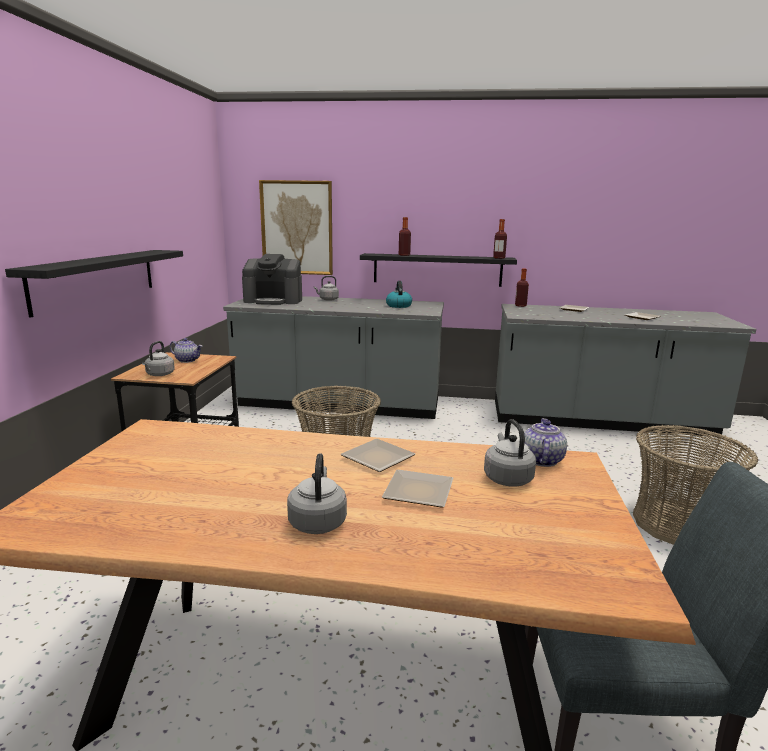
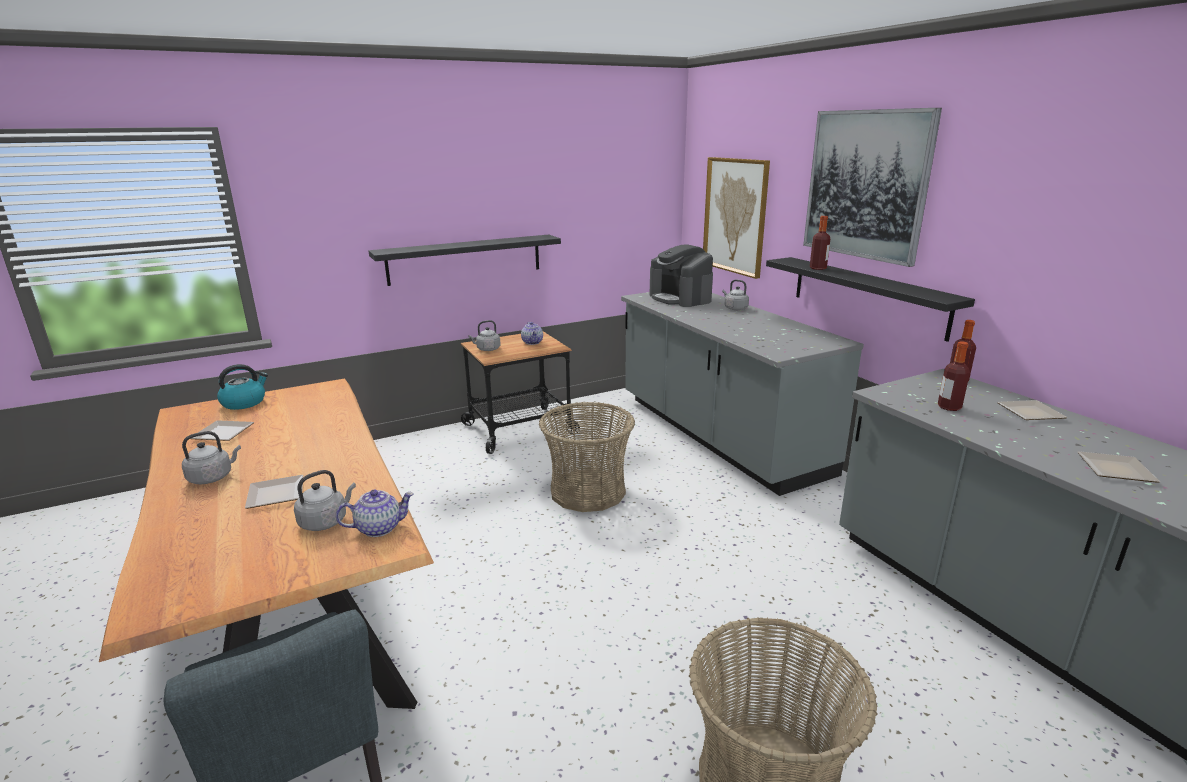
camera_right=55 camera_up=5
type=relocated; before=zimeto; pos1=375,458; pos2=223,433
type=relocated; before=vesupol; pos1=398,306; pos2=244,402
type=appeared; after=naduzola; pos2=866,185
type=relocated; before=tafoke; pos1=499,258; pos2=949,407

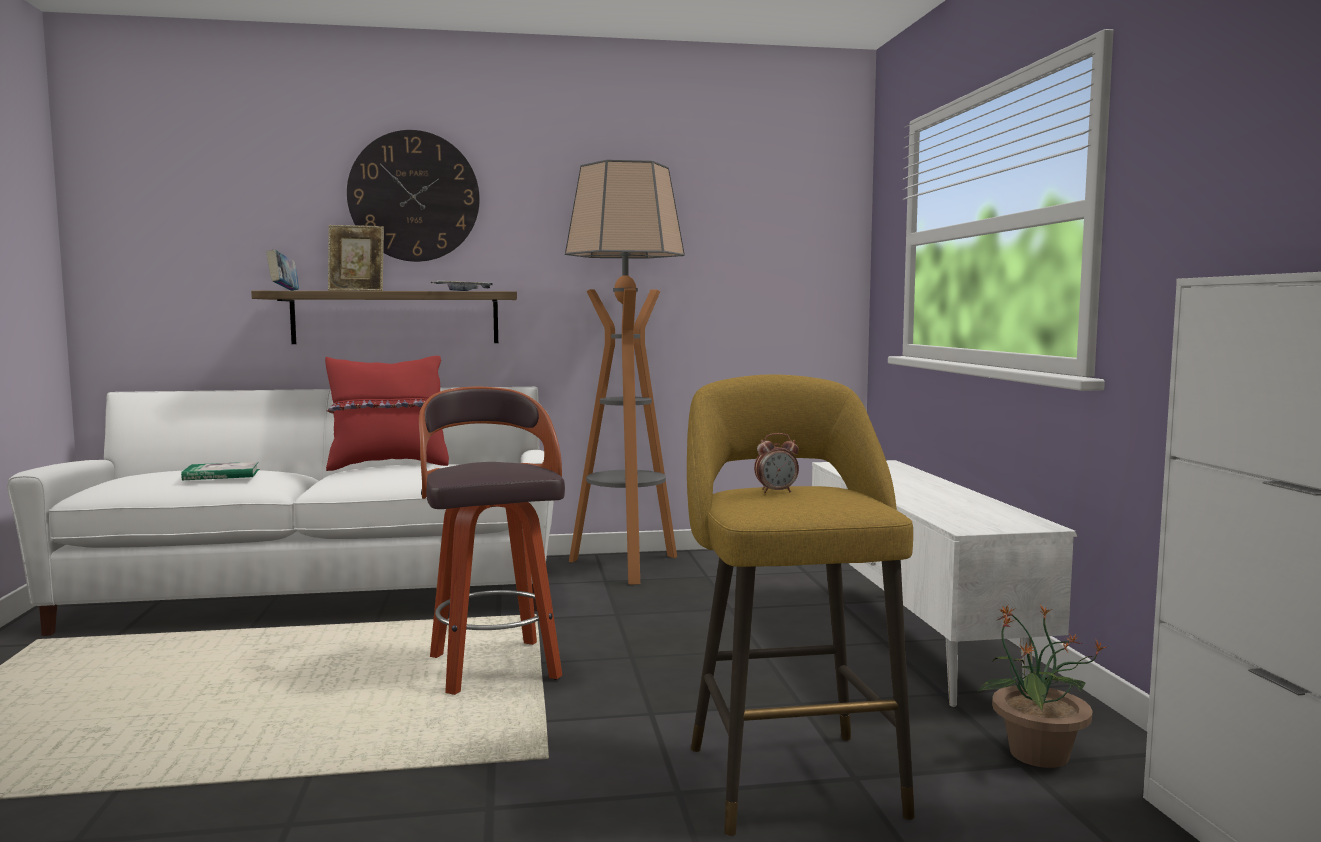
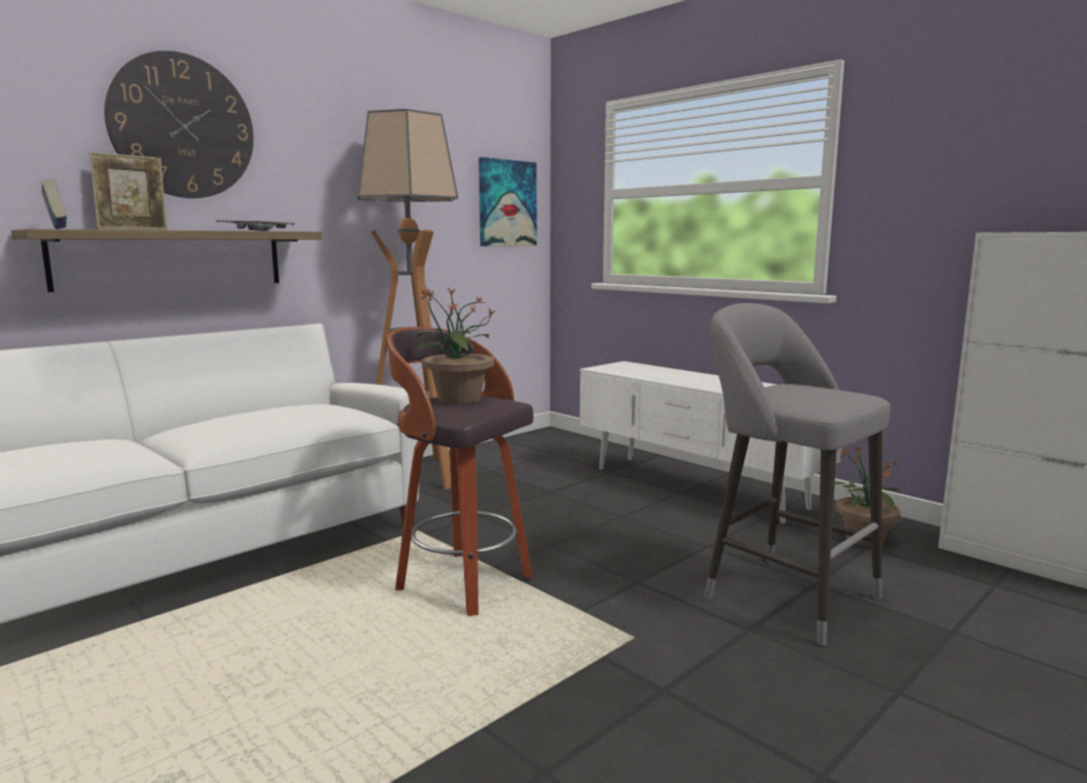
camera_right=-35 camera_up=5
type=appeared; after=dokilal; pos2=458,399
type=appeared; after=naduzola; pos2=506,203
type=colour; before=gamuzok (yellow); after=gamuzok (grey); pos1=790,774; pos2=782,593
type=missing; before=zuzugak; pos1=221,474
type=missing; before=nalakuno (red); pos1=389,465
type=missing; before=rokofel; pos1=776,491

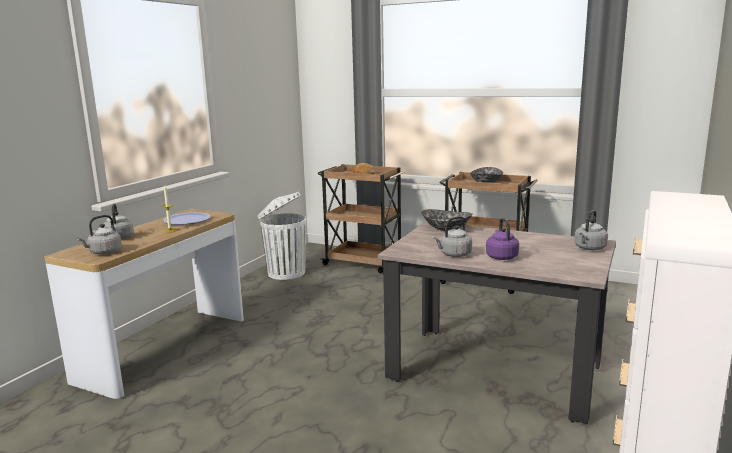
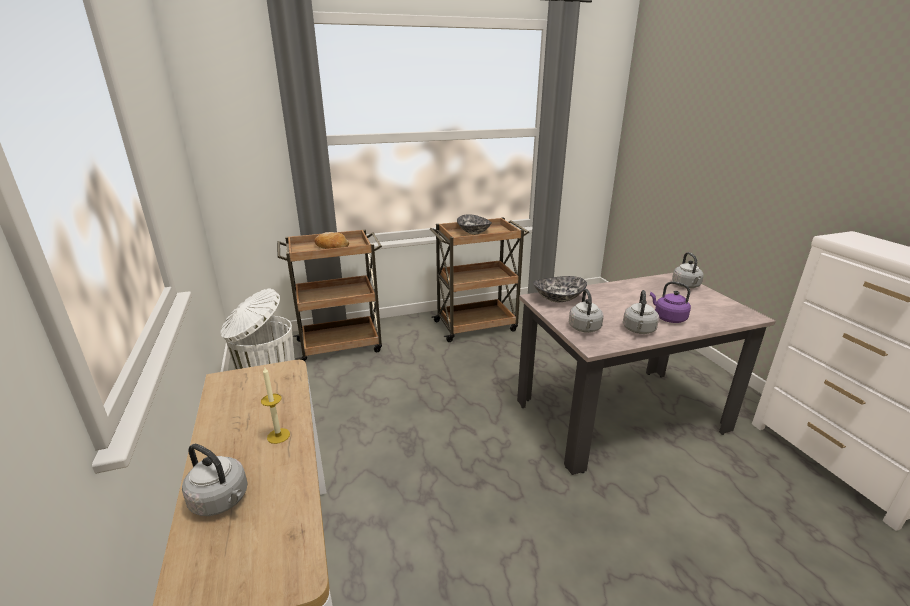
camera_right=-45 camera_up=10
type=relocated; before=vesupol (grey); pos1=104,252; pos2=585,329
type=missing; before=zimeto; pos1=187,220

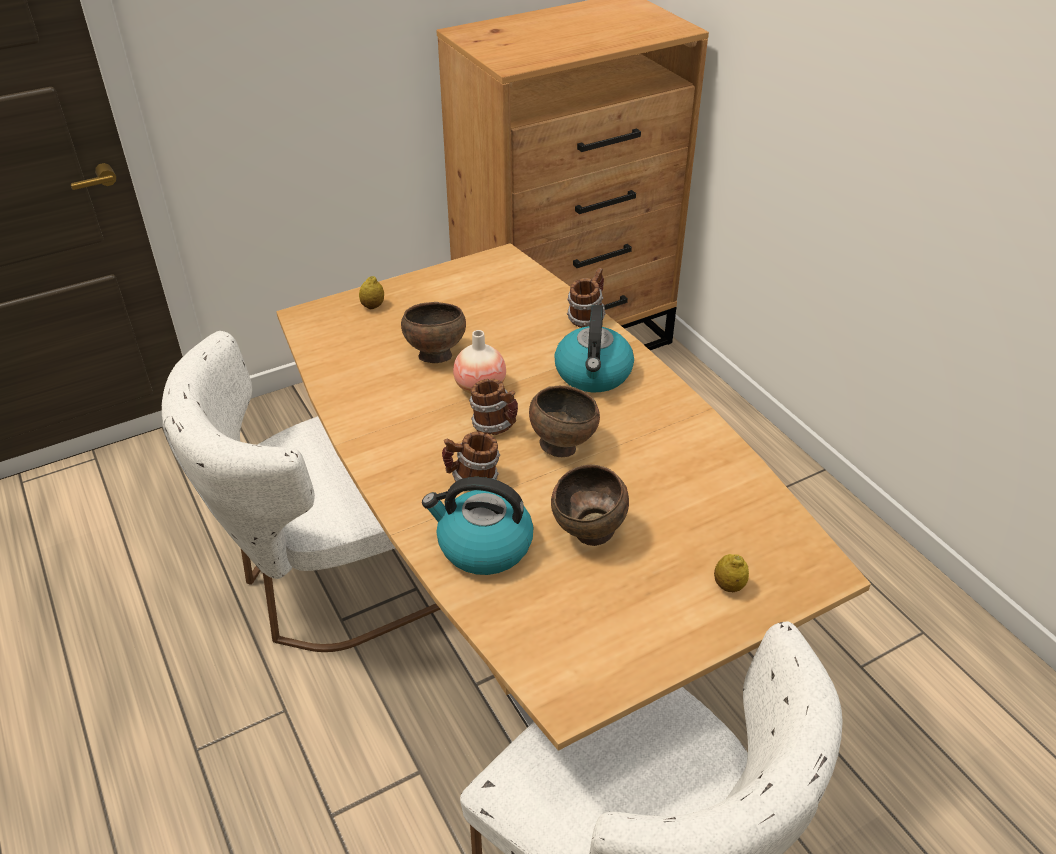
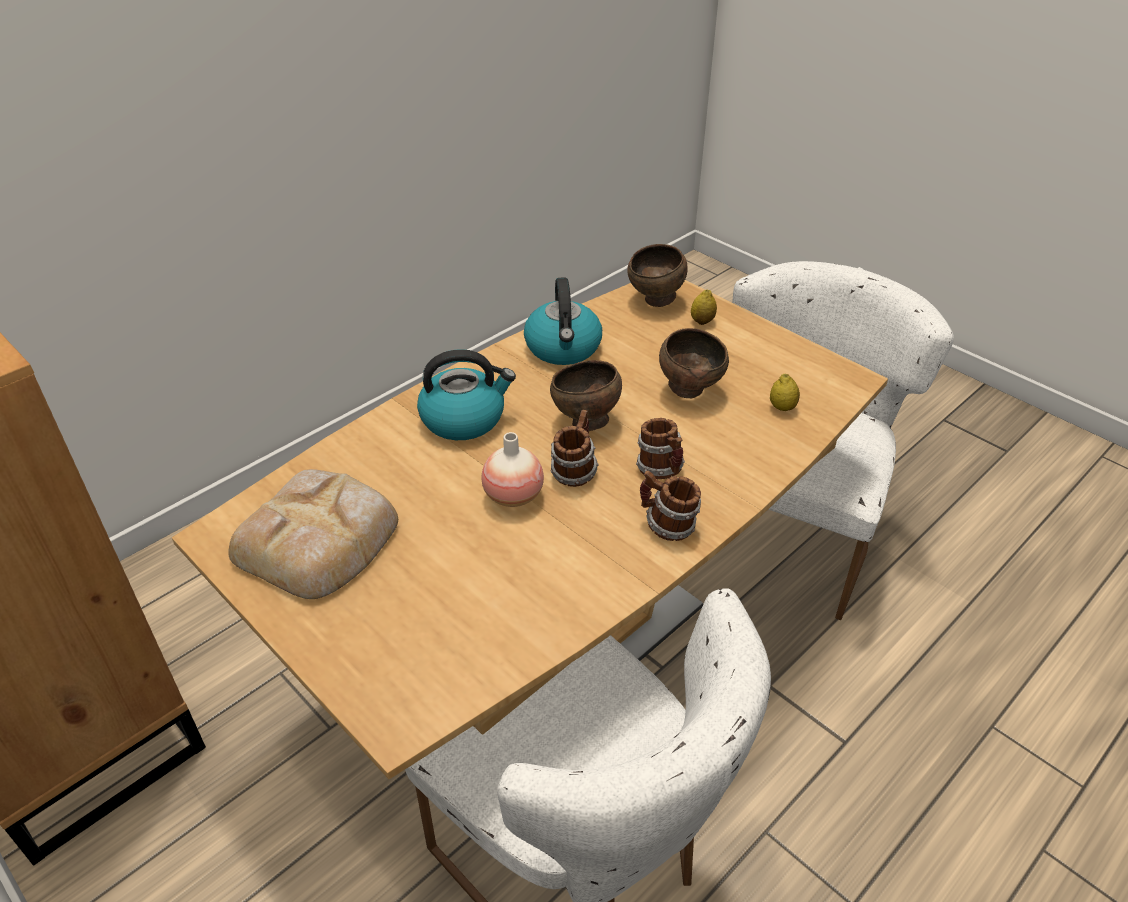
camera_right=-105 camera_up=0
type=appeared; after=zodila; pos2=320,539
type=relocated; before=vesupol; pos1=483,546; pos2=563,348
type=relocated; before=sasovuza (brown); pos1=434,356; pos2=656,301
type=relocated; before=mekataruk; pos1=586,318; pos2=667,526
type=relocated; before=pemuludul; pos1=373,306; pos2=782,407

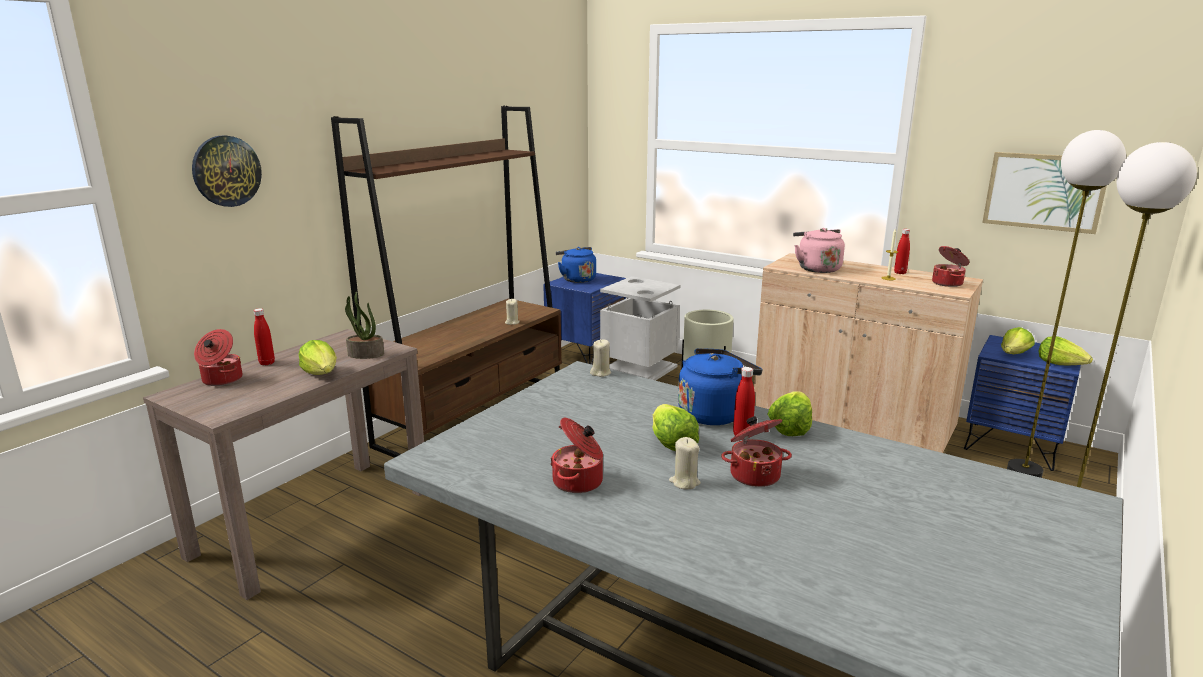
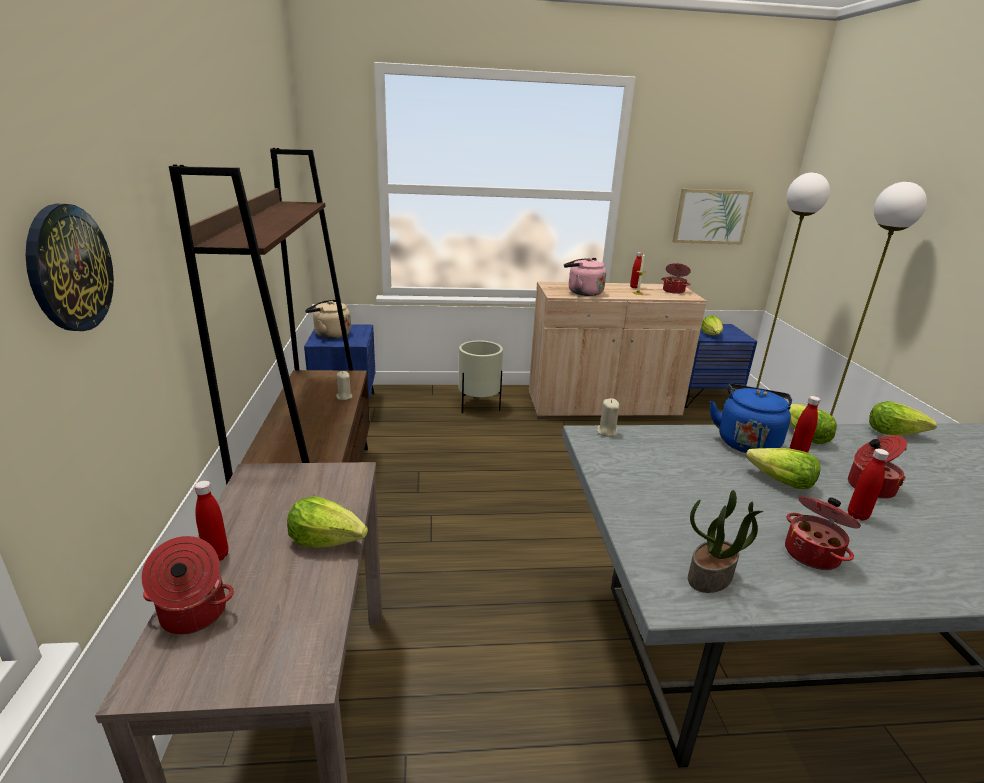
camera_right=-40 camera_up=5
type=colour; before=vesupol (blue); after=vesupol (beige); pos1=577,279; pos2=330,334
type=relocated; before=dokilal; pos1=365,354; pos2=710,577
type=exchanged; before=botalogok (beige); after=tafoke (red); pos1=684,482; pos2=857,515
type=relocated; before=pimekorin; pos1=1061,364; pos2=893,432
type=missing; before=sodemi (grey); pos1=638,369

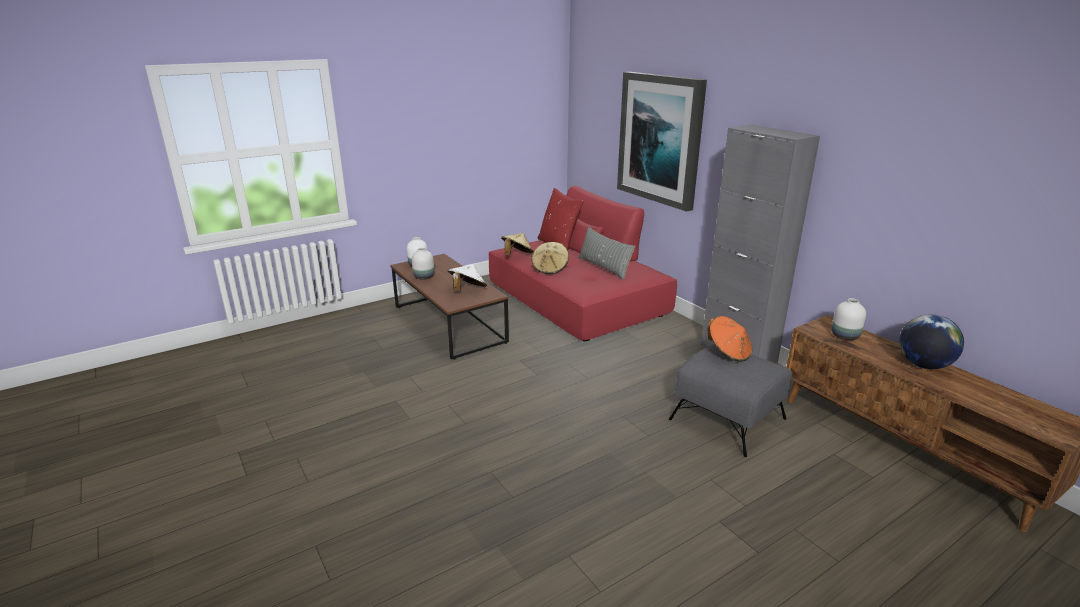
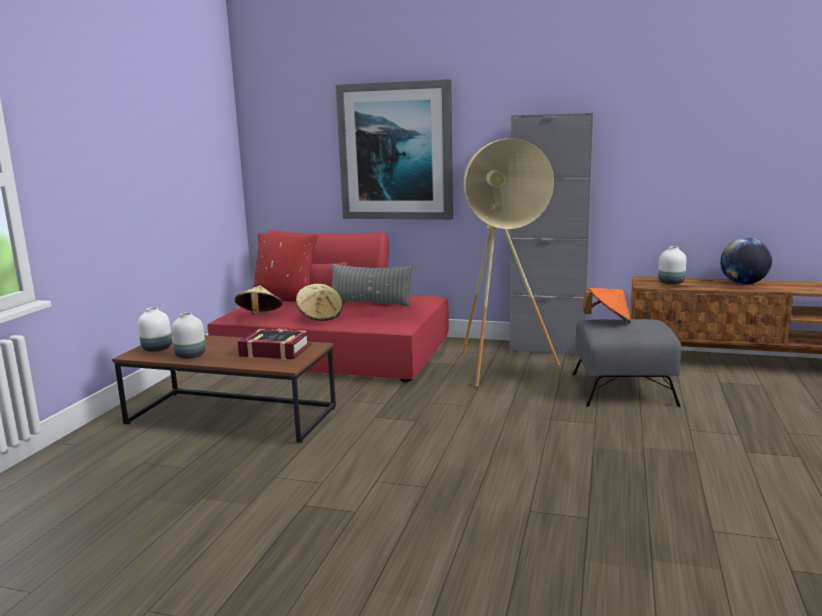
camera_right=-40 camera_up=-10
type=exchanged; before=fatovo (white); after=zuzugak; pos1=467,290; pos2=275,351
type=appeared; after=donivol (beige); pos2=501,375

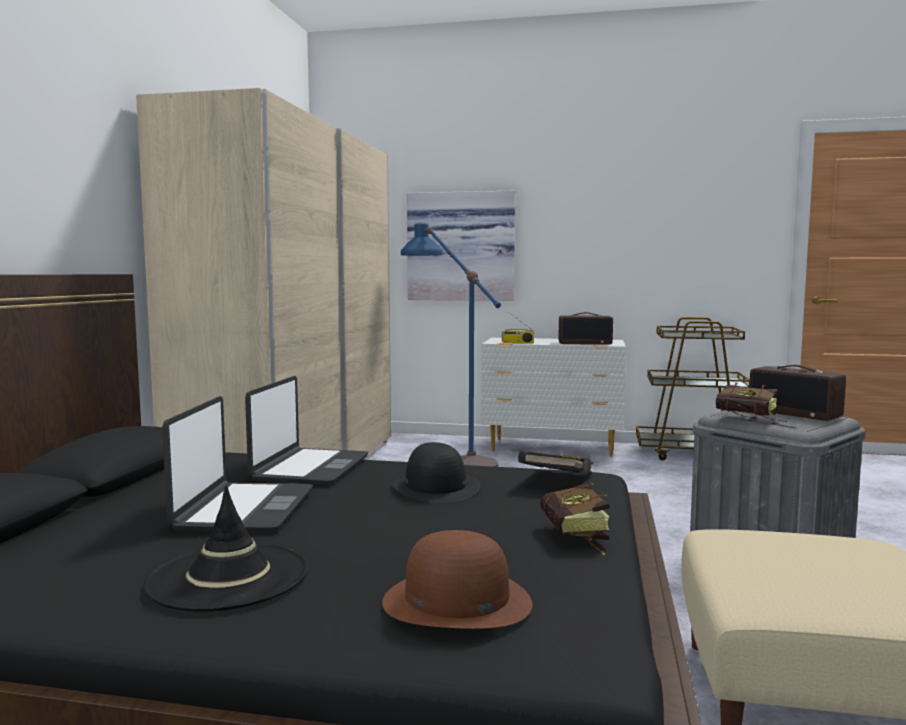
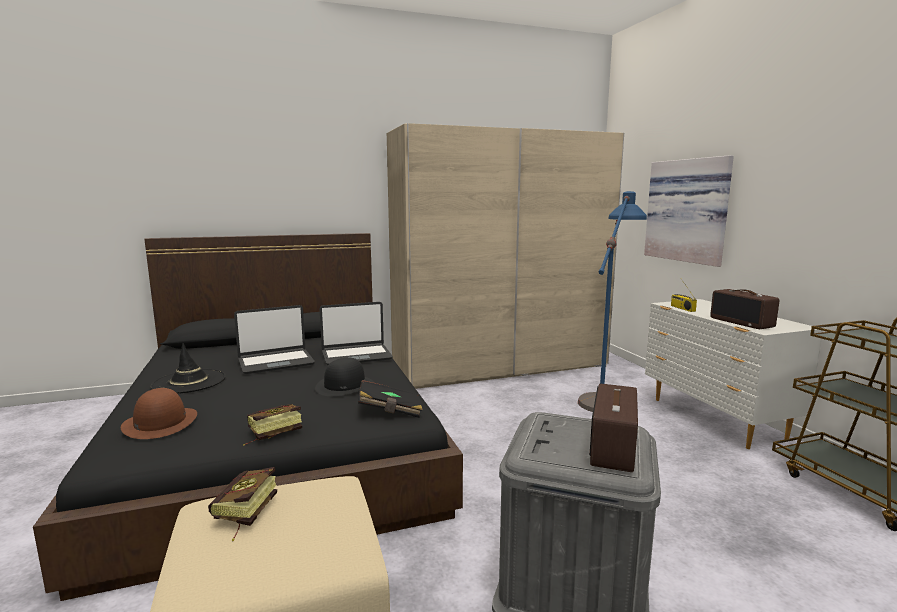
camera_right=60 camera_up=5
type=relocated; before=zuzugak; pos1=752,420; pos2=242,516

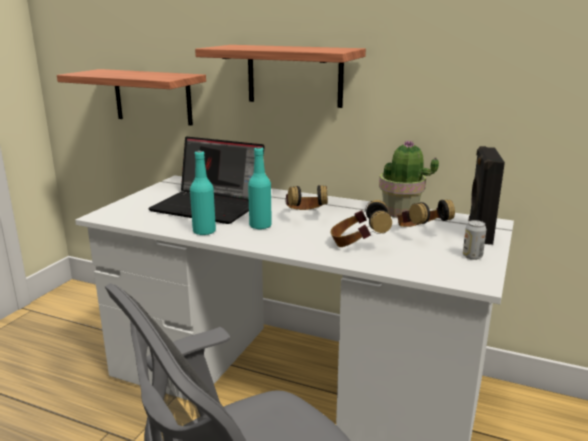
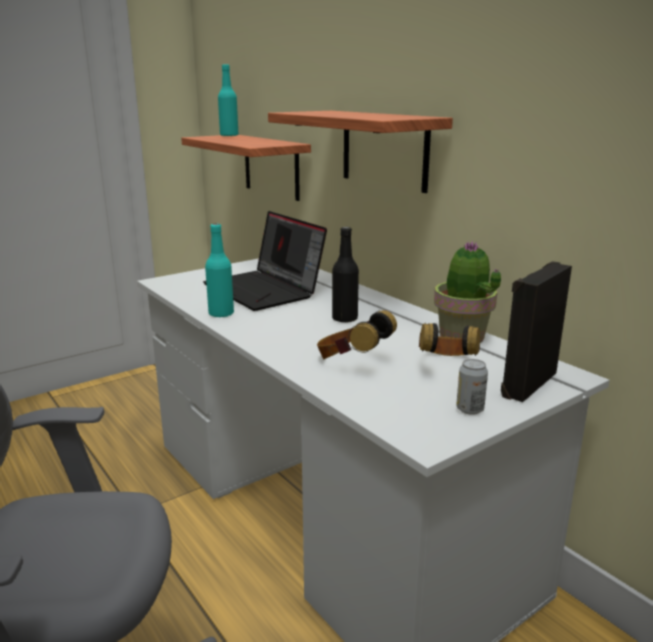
camera_right=30 camera_up=0
type=relocated; before=tafoke (turquoise); pos1=260,226; pos2=229,136
type=exchanged; before=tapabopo; after=tafoke (black); pos1=306,216; pos2=344,319

